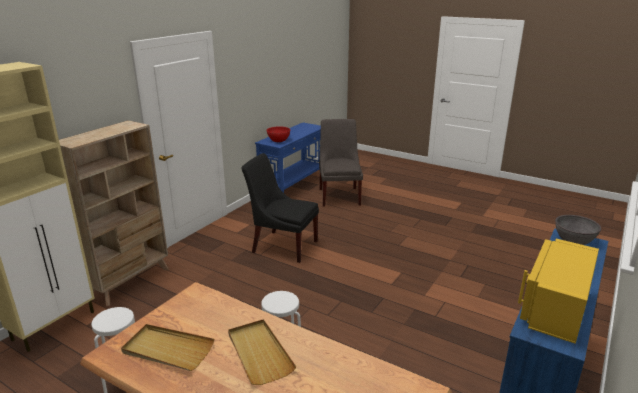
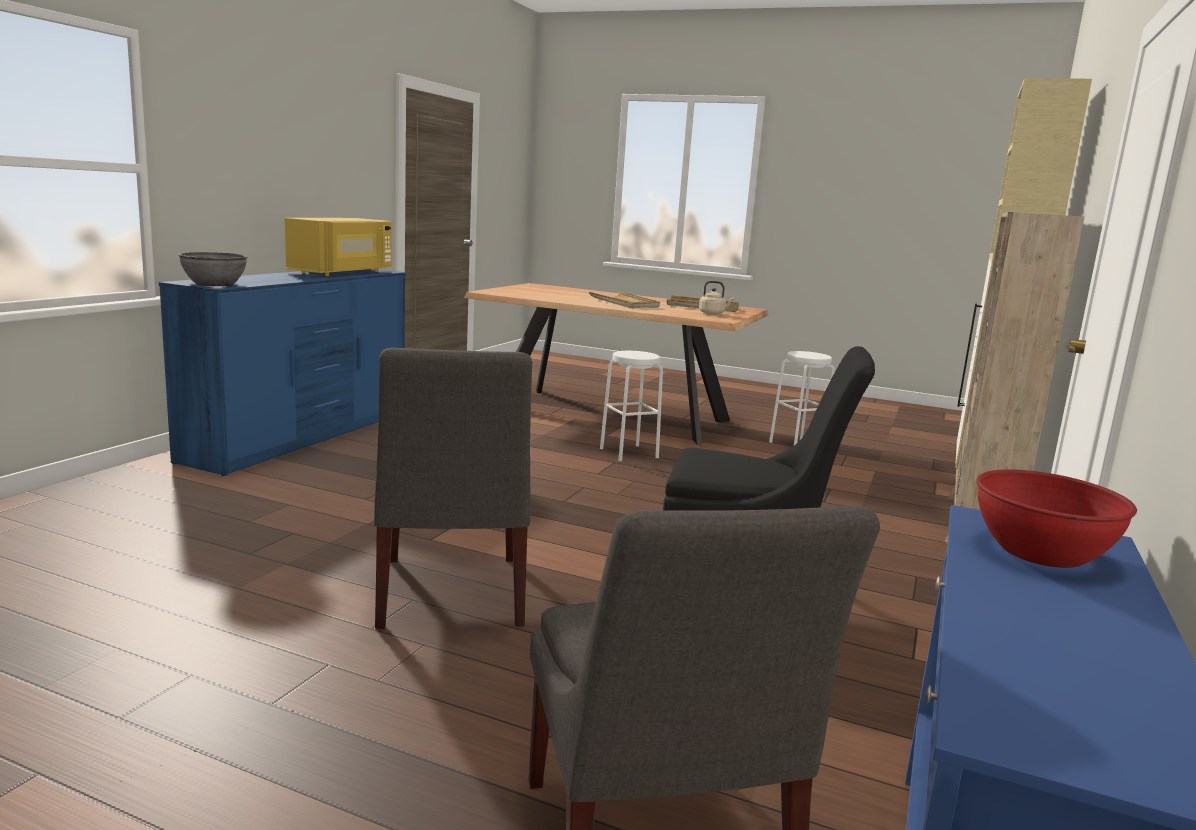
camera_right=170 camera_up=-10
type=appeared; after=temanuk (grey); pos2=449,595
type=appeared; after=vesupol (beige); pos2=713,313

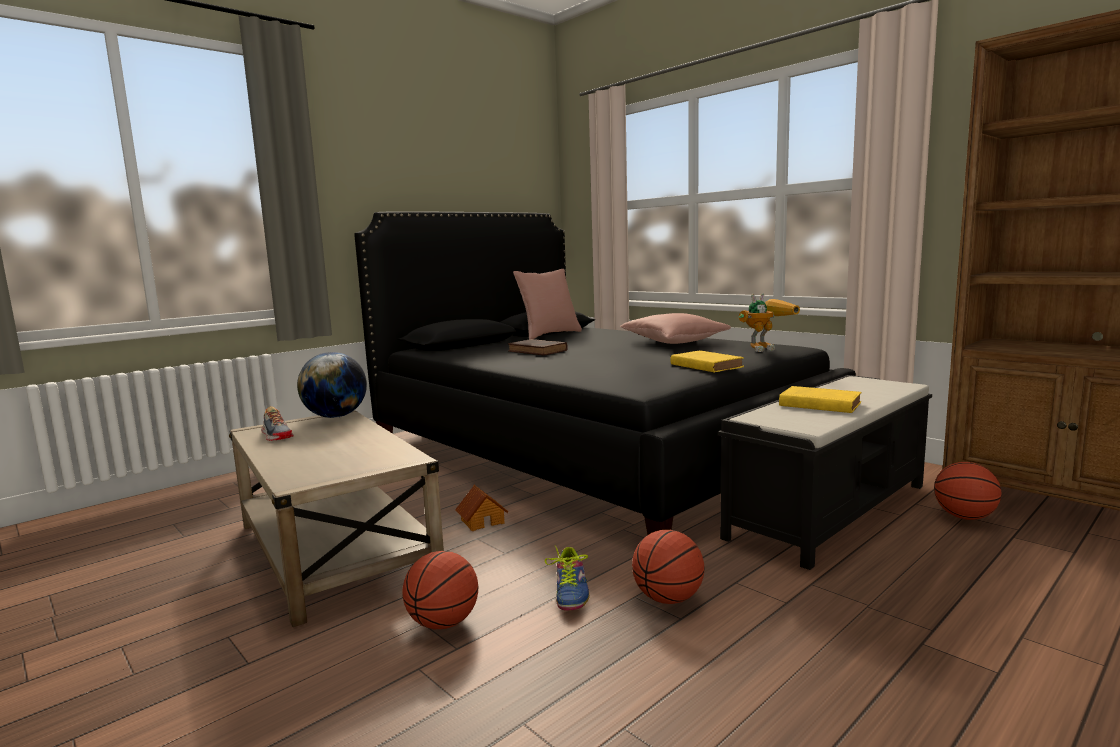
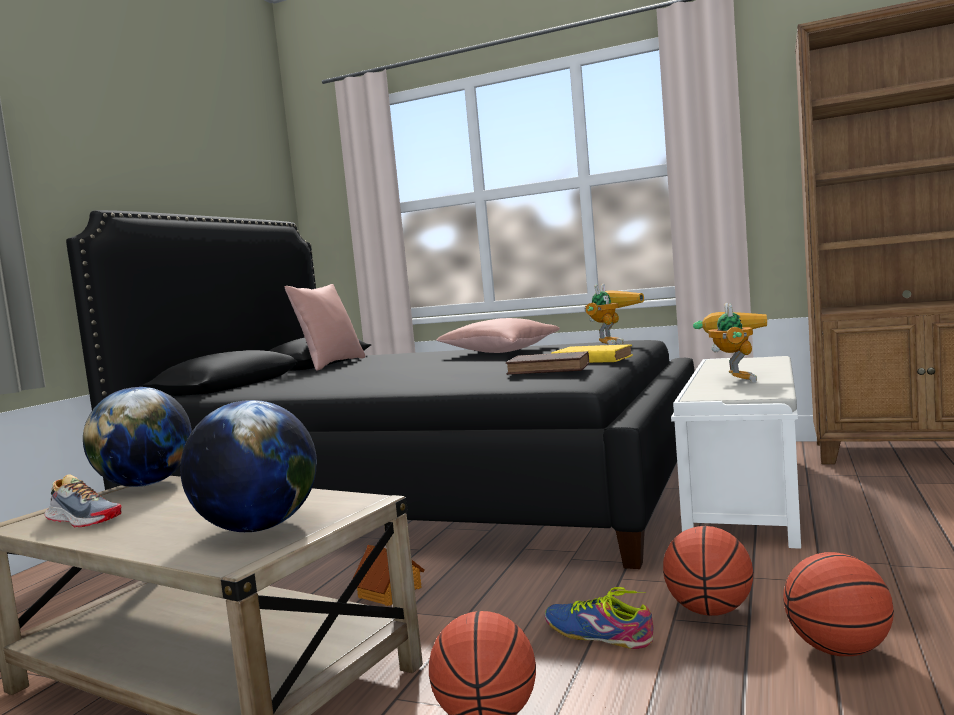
camera_right=-25 camera_up=-5
type=appeared; after=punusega; pos2=258,528
type=relocated; before=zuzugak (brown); pos1=538,351; pos2=551,369
type=spun; before=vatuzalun; pos1=571,591; pos2=598,634; turn=150
type=colour; before=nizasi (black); after=nizasi (white); pos1=830,510; pos2=746,495
type=exchanged; before=zuzugak (yellow); after=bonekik; pos1=817,404; pos2=733,379
type=relocated; before=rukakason; pos1=964,517; pos2=838,650

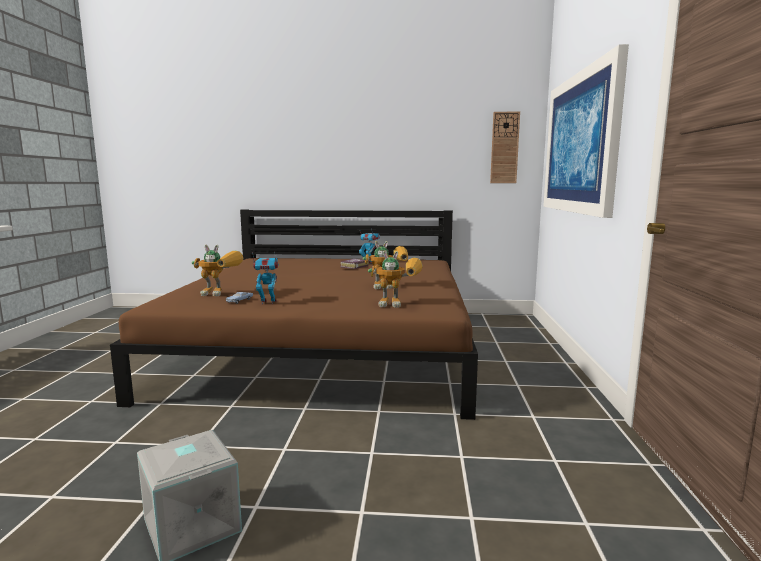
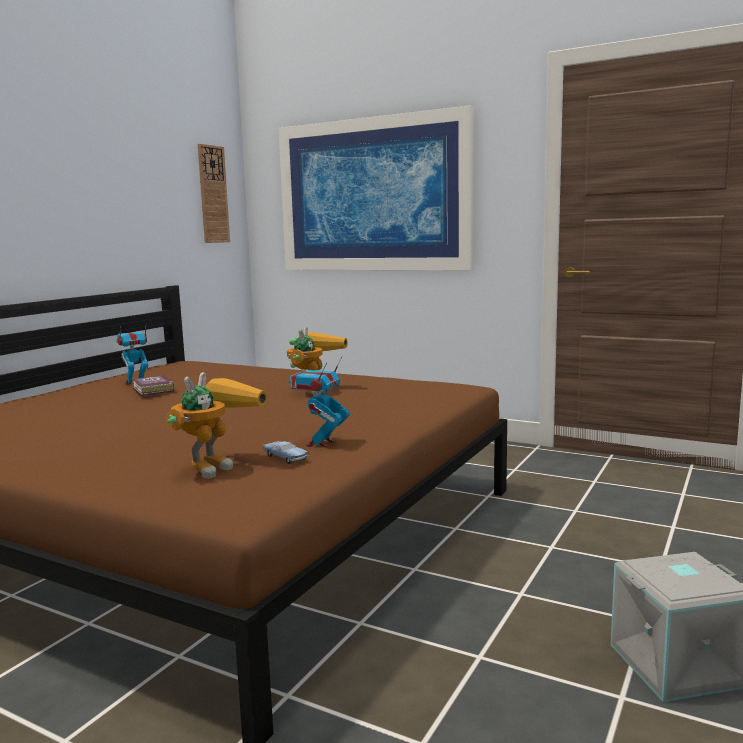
camera_right=-65 camera_up=0
type=missing; before=bonekik; pos1=399,304

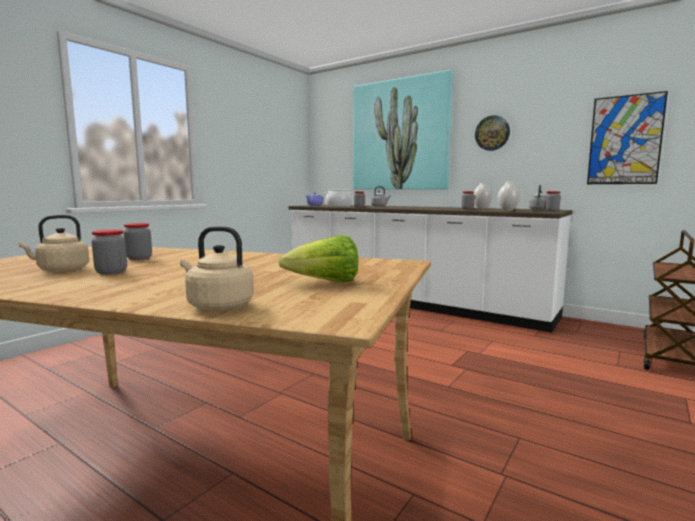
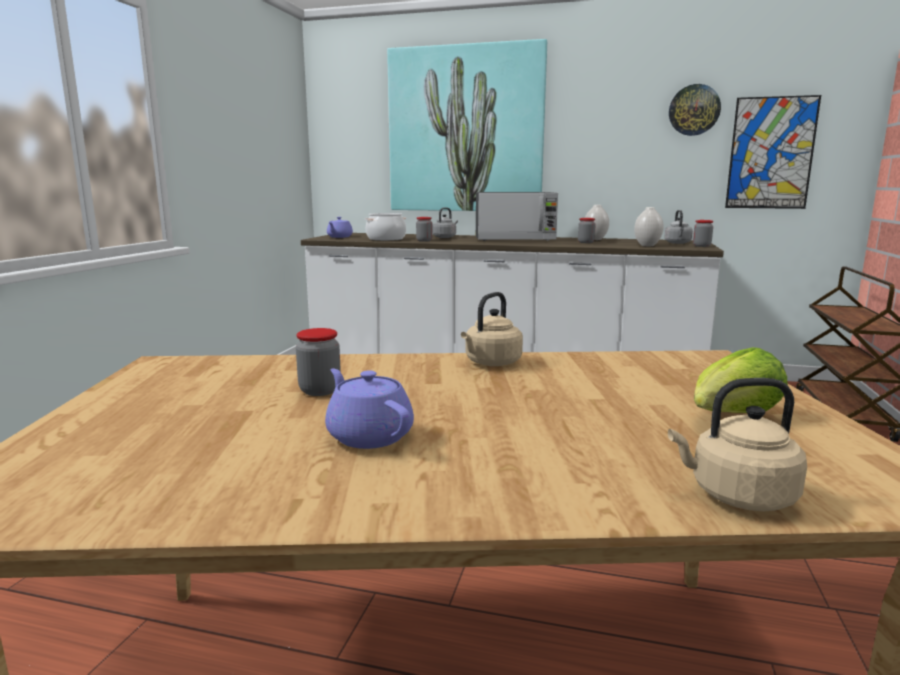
camera_right=-20 camera_up=5
type=exchanged; before=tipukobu; after=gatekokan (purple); pos1=111,272; pos2=369,436
type=relocated; before=vesupol (beige); pos1=60,270; pos2=491,363
type=appeared; after=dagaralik; pos2=515,239
type=relocated; before=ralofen; pos1=492,133; pos2=694,110

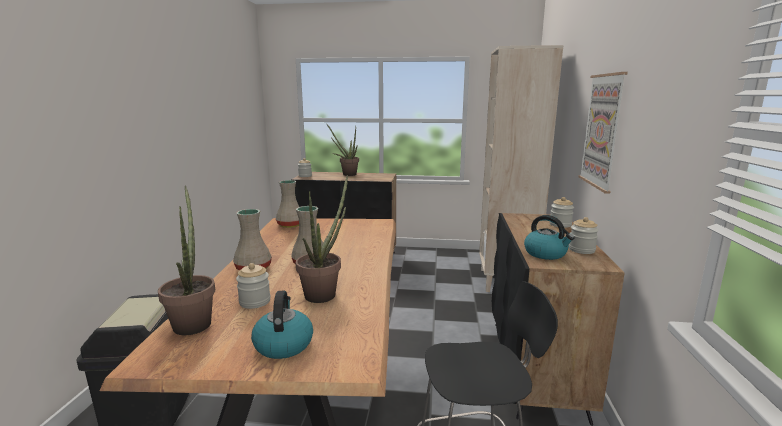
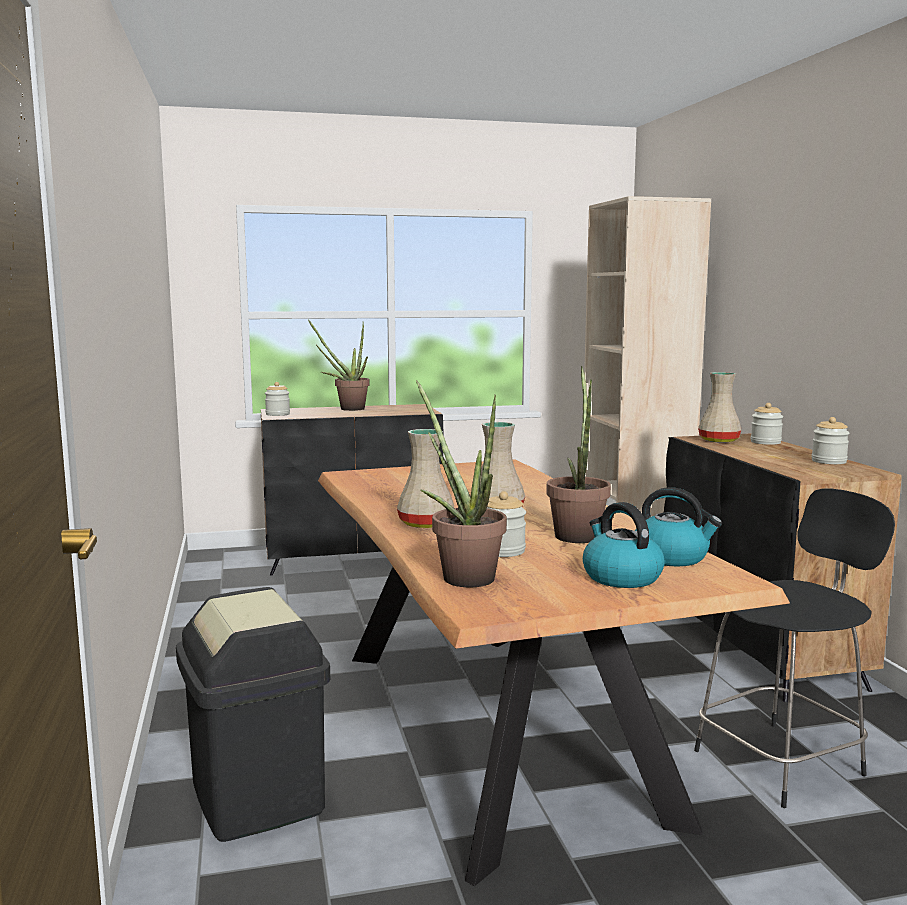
camera_right=-20 camera_up=-5
type=relocated; before=vesupol; pos1=546,254; pos2=672,557
type=relocated; before=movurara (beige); pos1=289,225; pos2=719,440
type=missing; before=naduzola; pos1=602,131

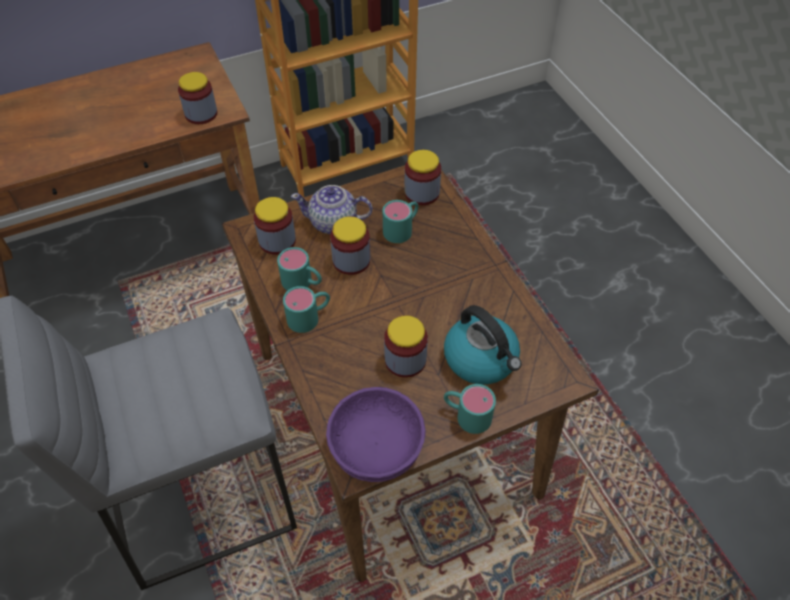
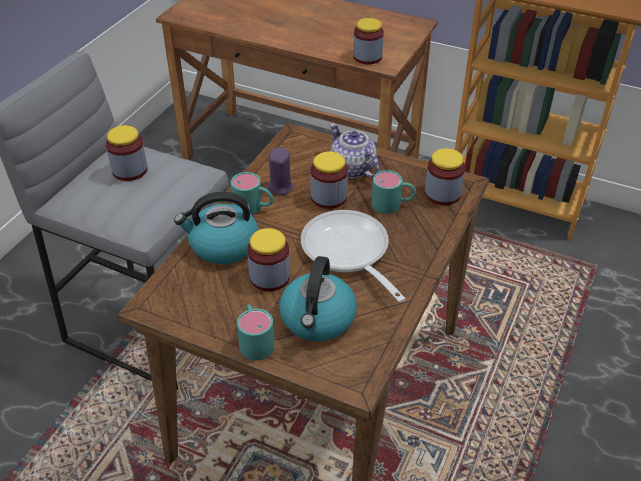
camera_right=50 camera_up=-10
type=relocated; before=tipukobu; pos1=277,241; pos2=130,170
type=appeared; after=vesupol; pos2=222,246
type=exchanged; before=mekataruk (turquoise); after=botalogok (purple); pos1=302,283; pos2=280,187
type=appeared; after=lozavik; pos2=348,253
type=missing; before=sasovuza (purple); pos1=374,447

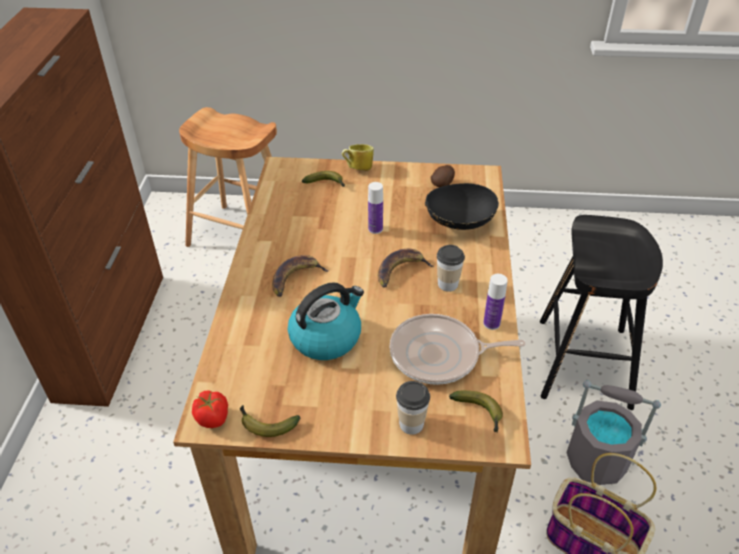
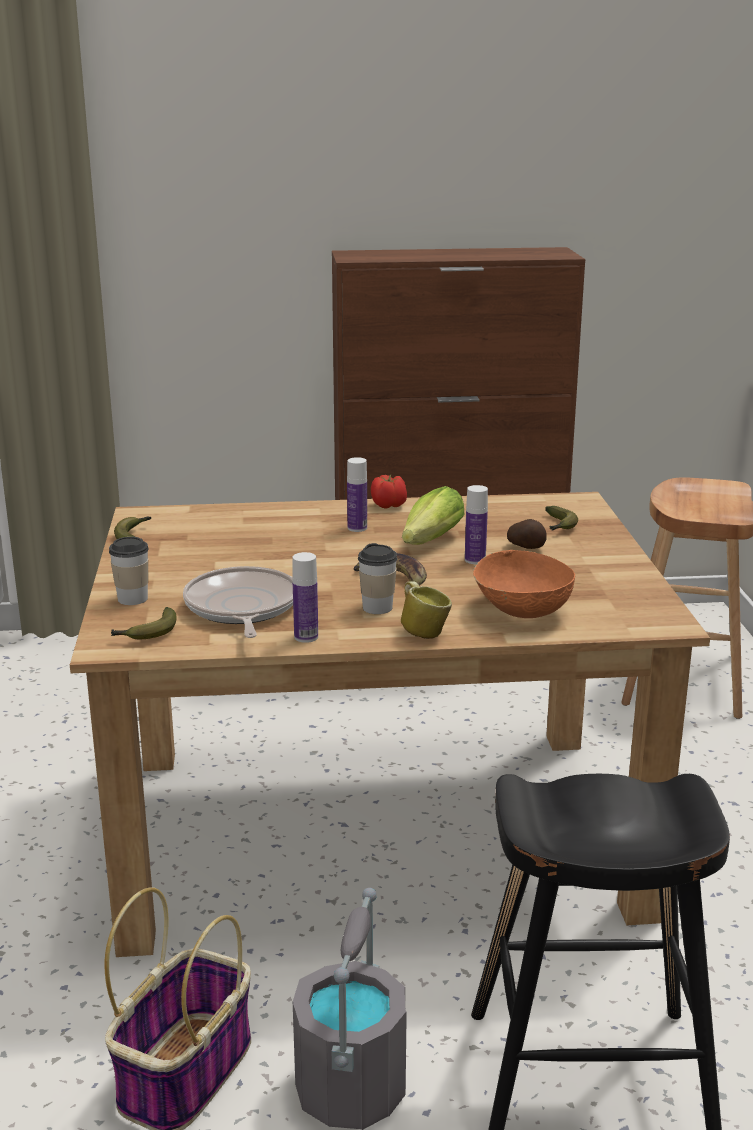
camera_right=80 camera_up=-20
type=exchanged; before=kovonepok; after=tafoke; pos1=296,278; pos2=357,528
type=relocated; before=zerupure; pos1=213,418; pos2=389,506
type=relocated; before=mekataruk; pos1=357,169; pos2=423,631
type=appeared; after=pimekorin; pos2=428,543
type=colour; before=sasovuza (black); after=sasovuza (orange); pos1=459,223; pos2=521,610
type=relocated; before=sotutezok; pos1=443,184; pos2=526,547
type=missing; before=vesupol; pos1=326,337

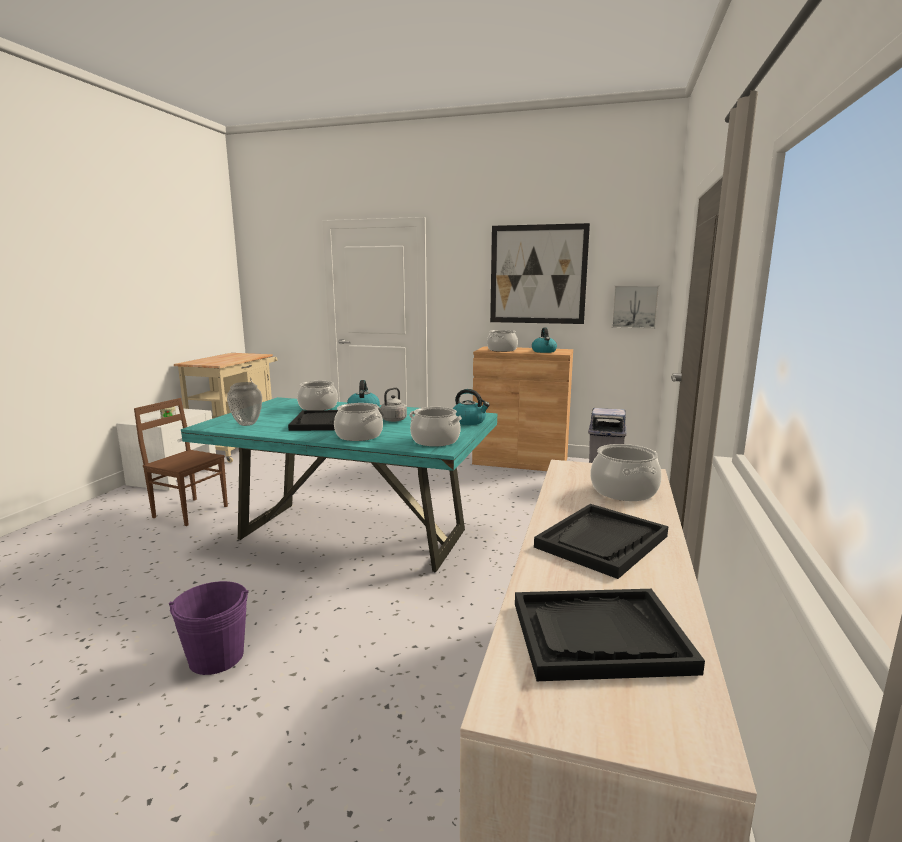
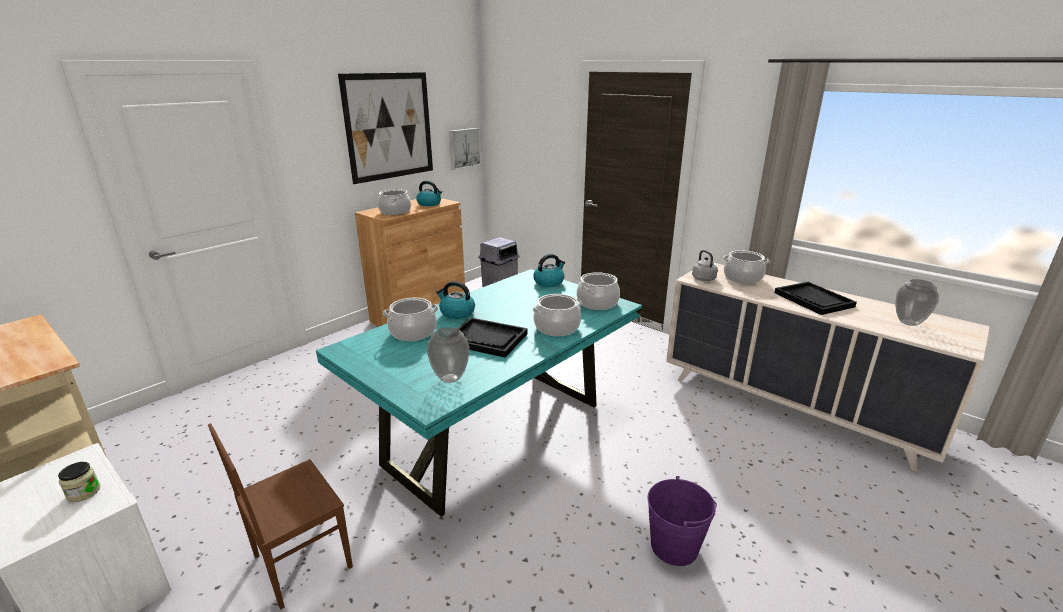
camera_right=-65 camera_up=10
type=relocated; before=vesupol (grey); pos1=392,420; pos2=704,279
type=exchanged; before=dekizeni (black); after=movurara; pos1=599,637; pos2=908,323

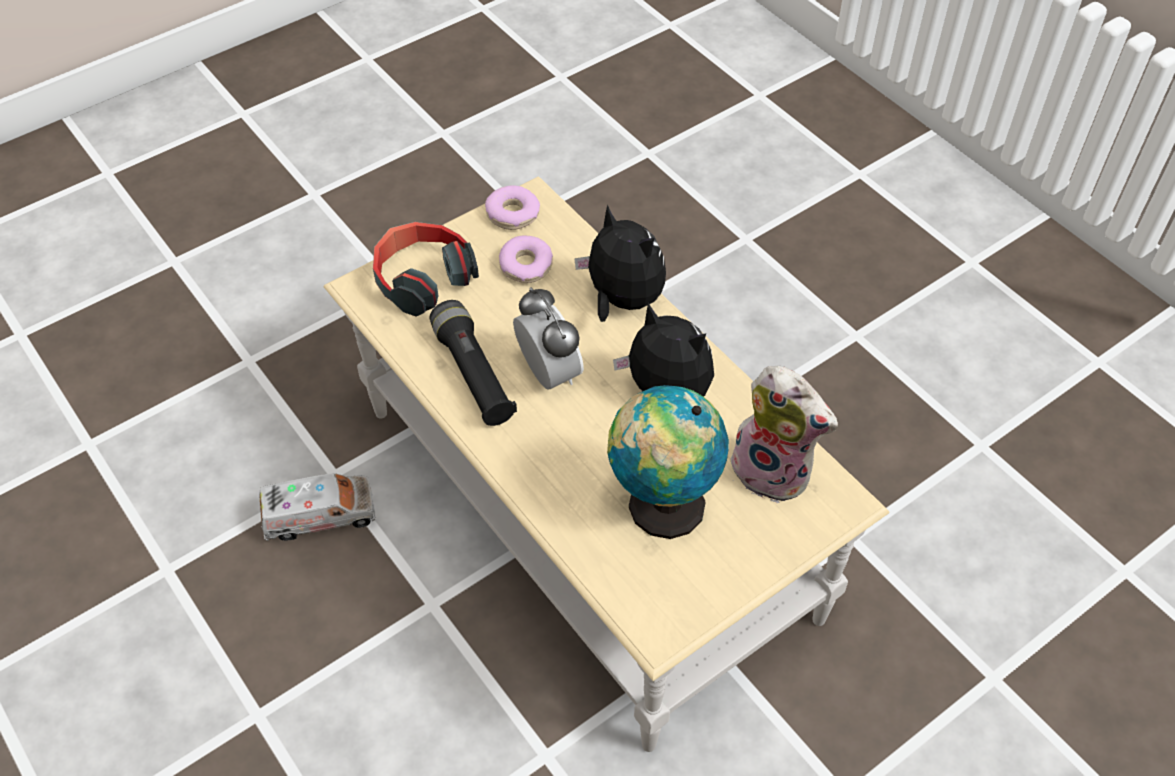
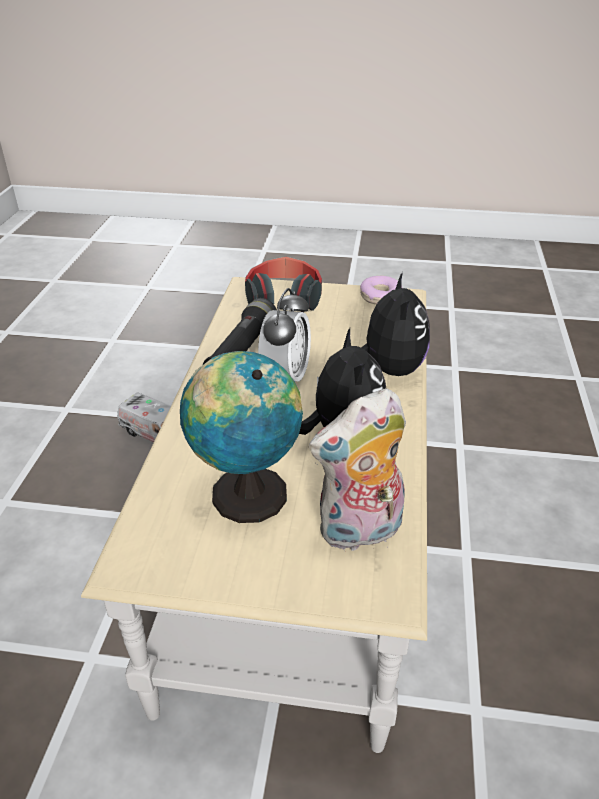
camera_right=45 camera_up=-15
type=spun; before=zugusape; pos1=775,471; pos2=360,532; turn=75
type=missing; before=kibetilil; pos1=525,266

